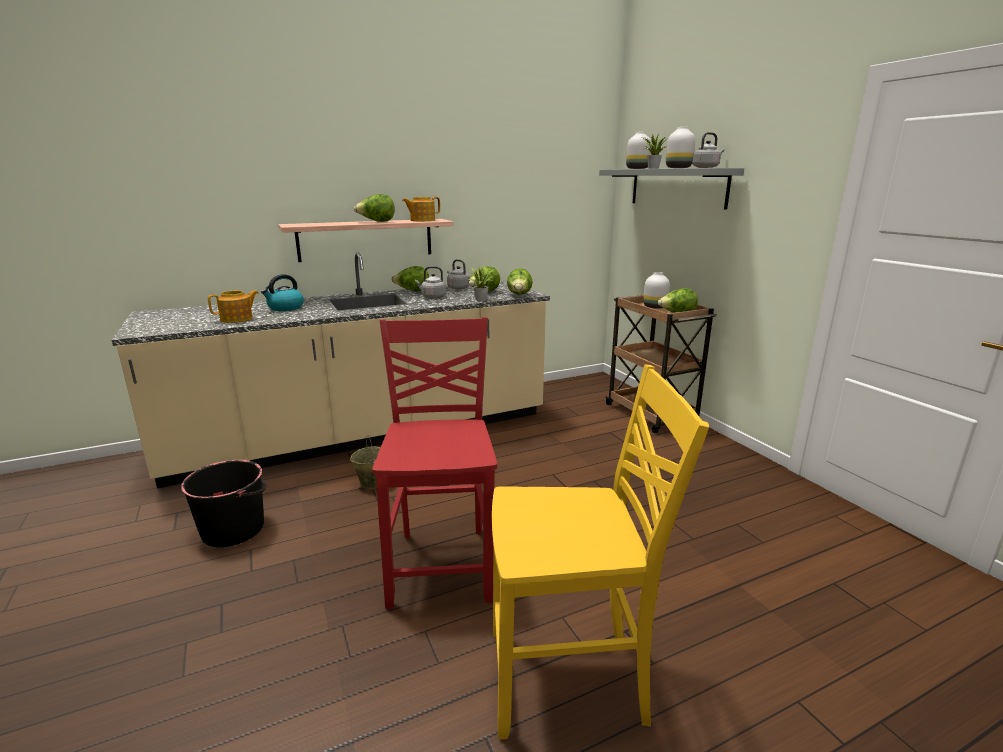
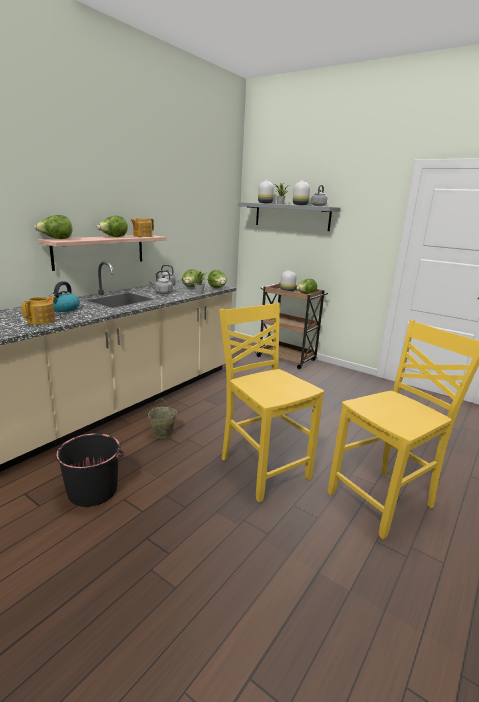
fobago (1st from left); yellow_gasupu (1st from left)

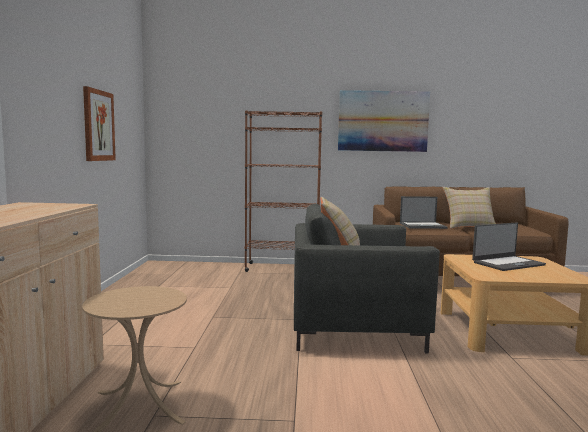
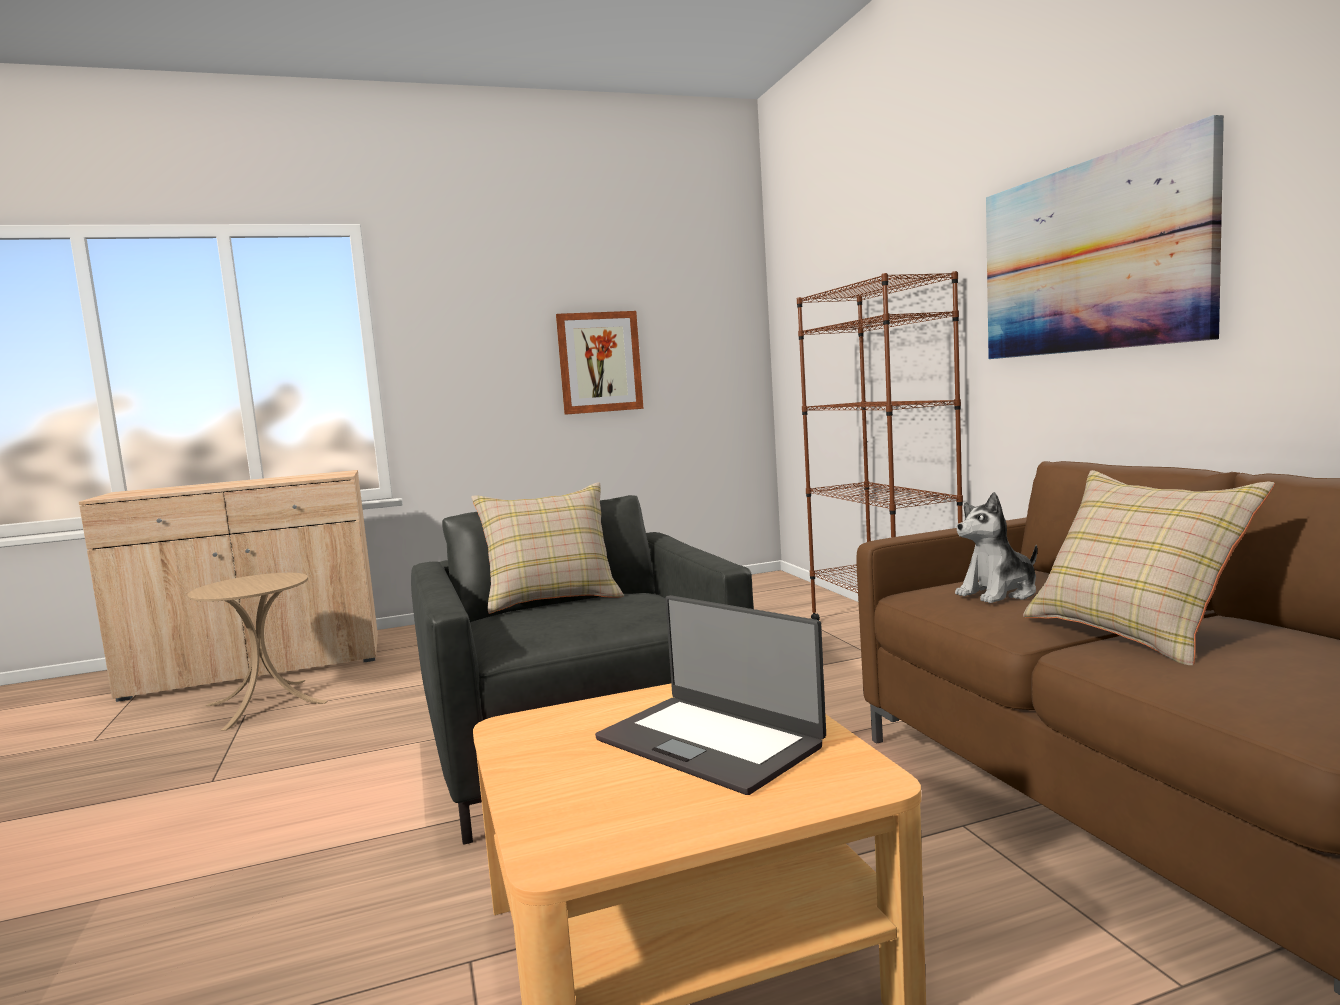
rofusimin

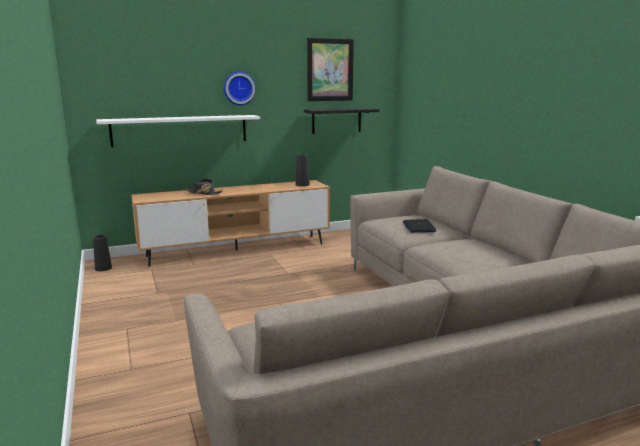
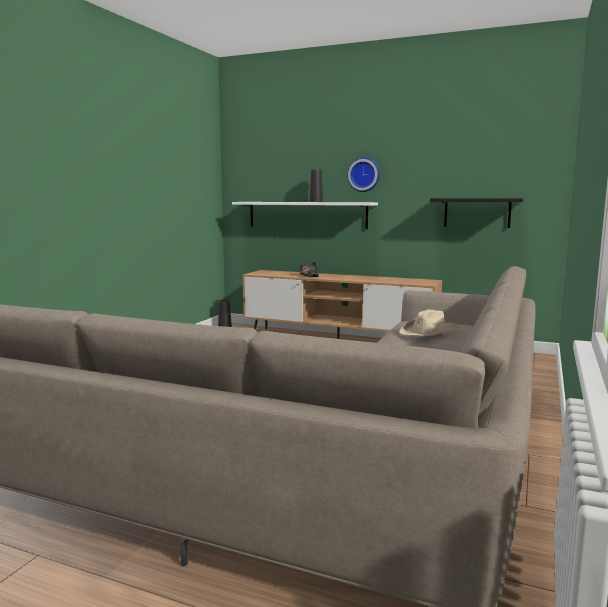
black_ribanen (2nd from left); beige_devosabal; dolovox

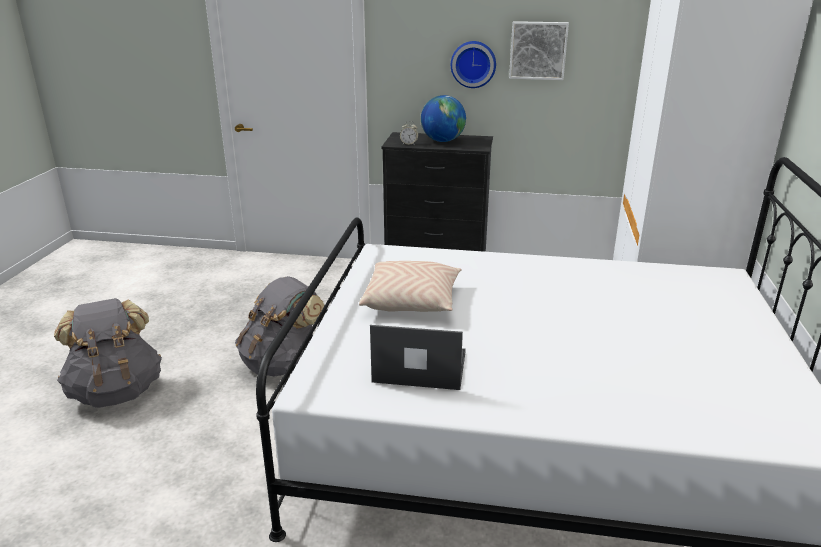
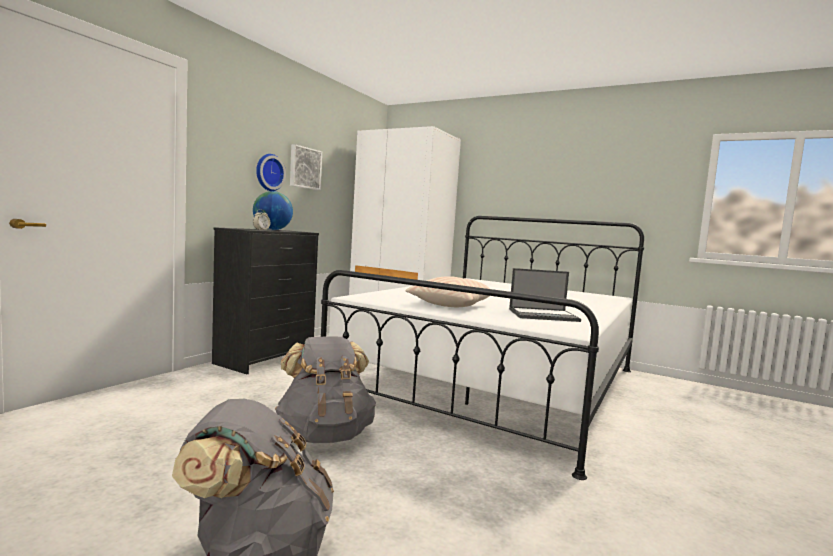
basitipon

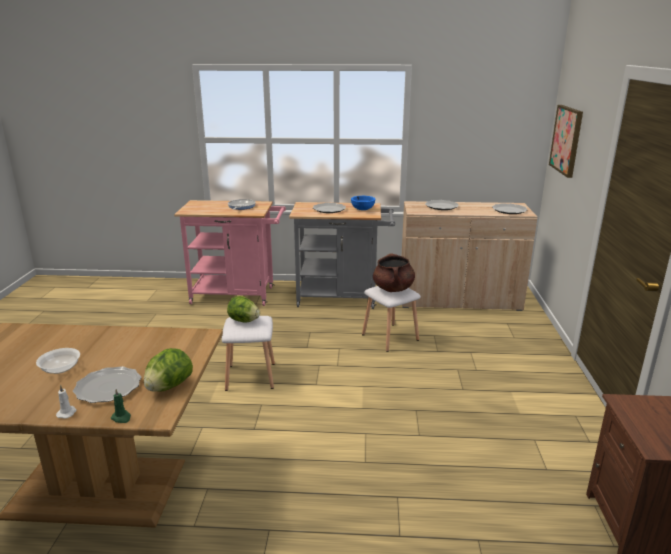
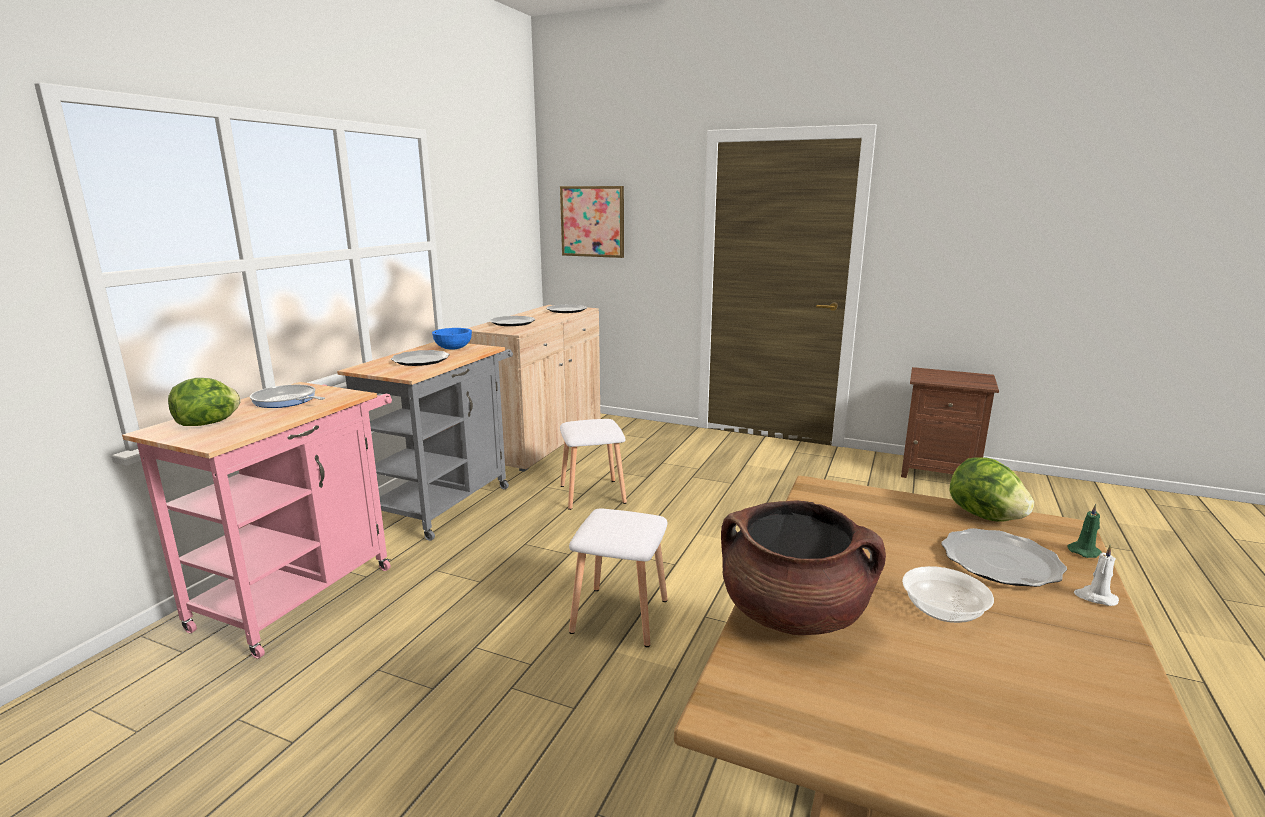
fobago (1st from left); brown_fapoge

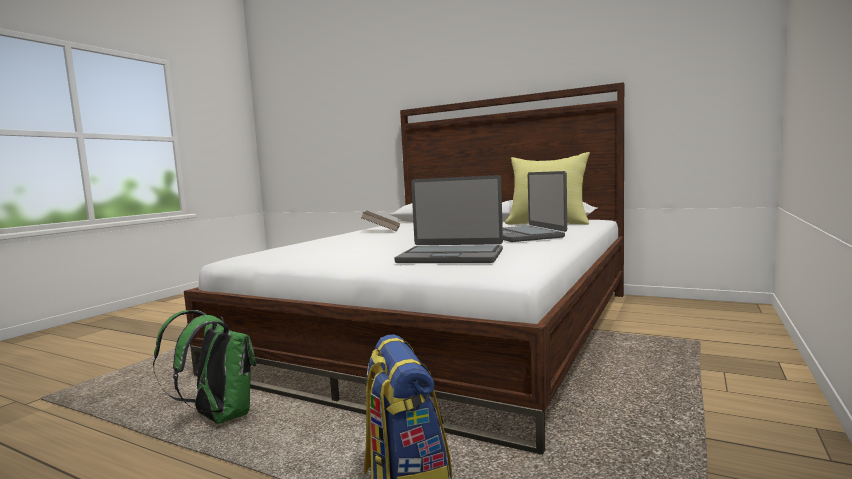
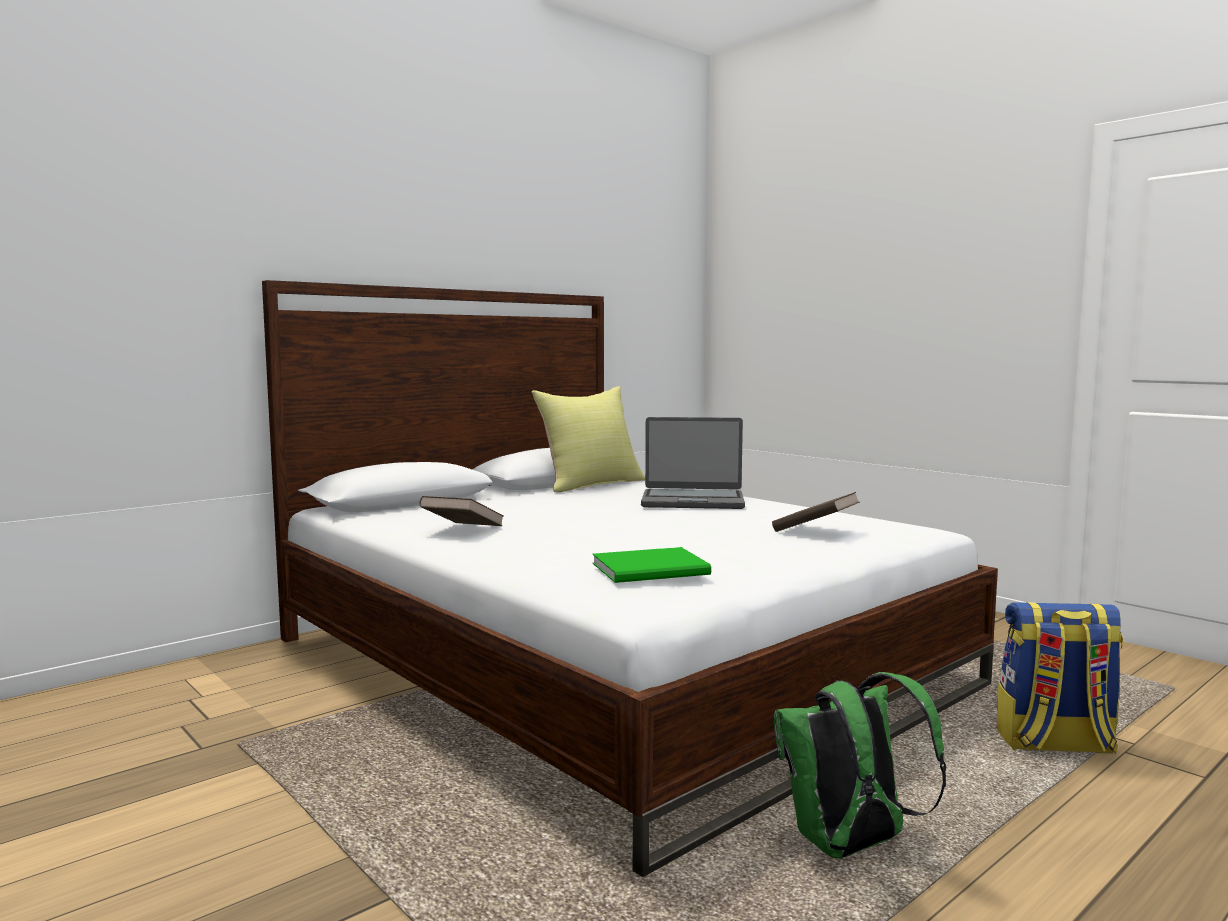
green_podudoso; brown_podudoso (2nd from left)

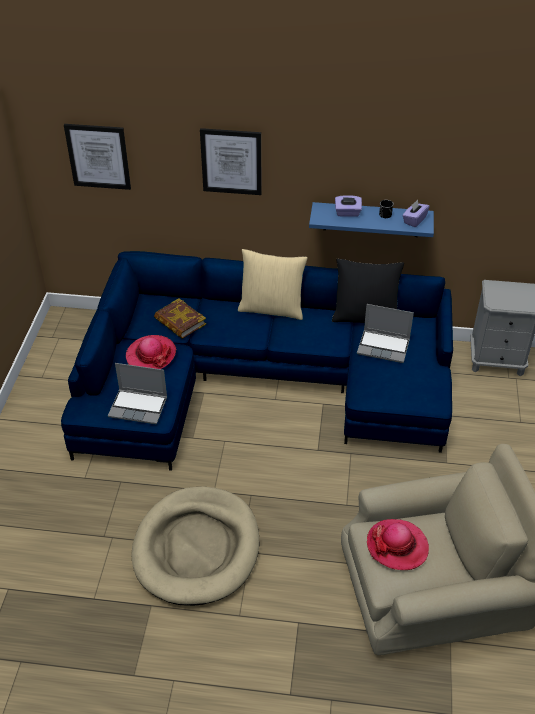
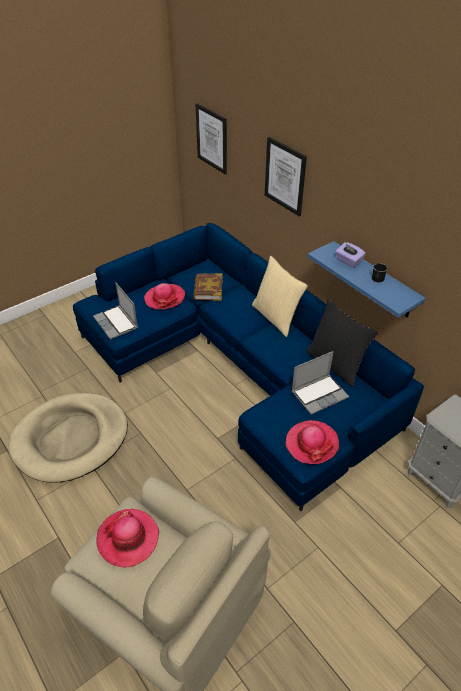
devosabal (3rd from left); basitipon (2nd from left); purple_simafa (2nd from left in the first image)

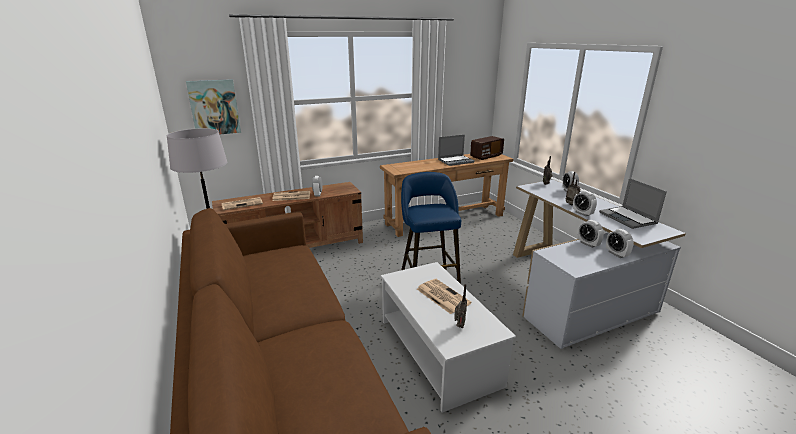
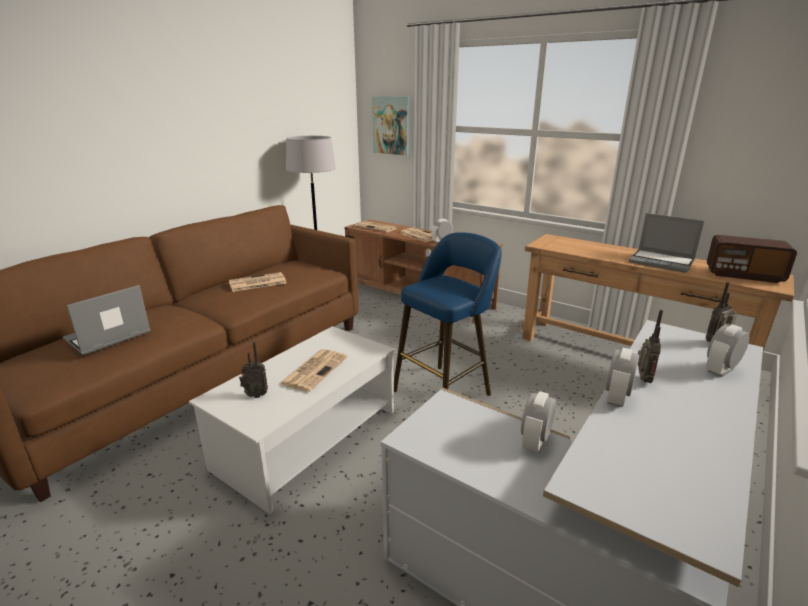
basitipon (1st from left); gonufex (1st from left); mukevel (5th from left in the first image)

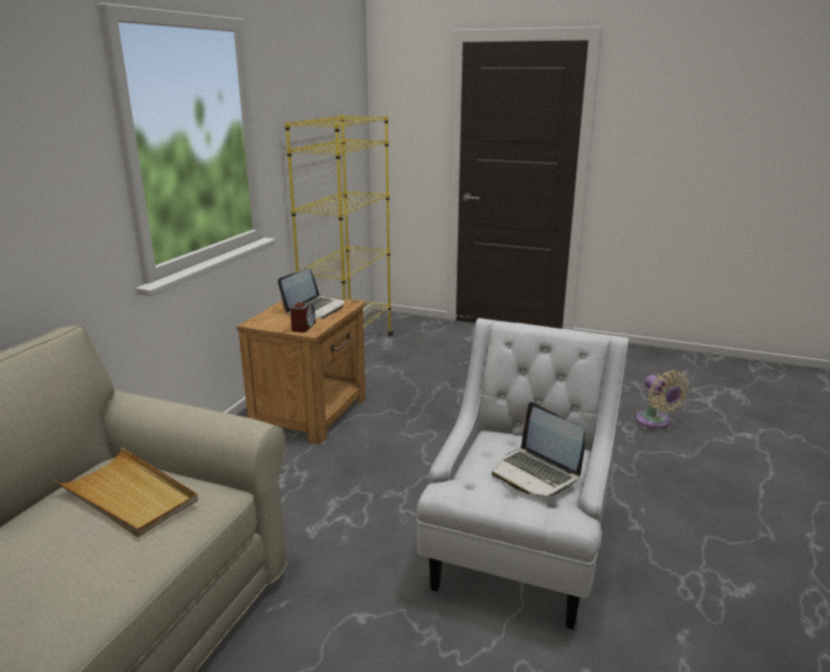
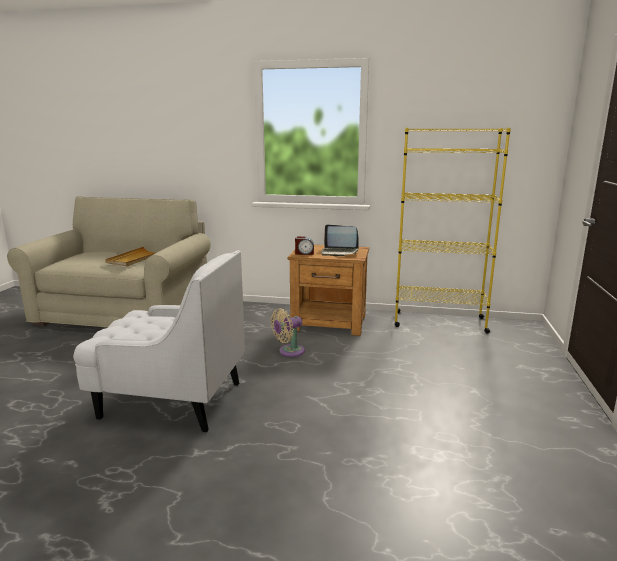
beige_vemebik; basitipon (2nd from left in the first image)

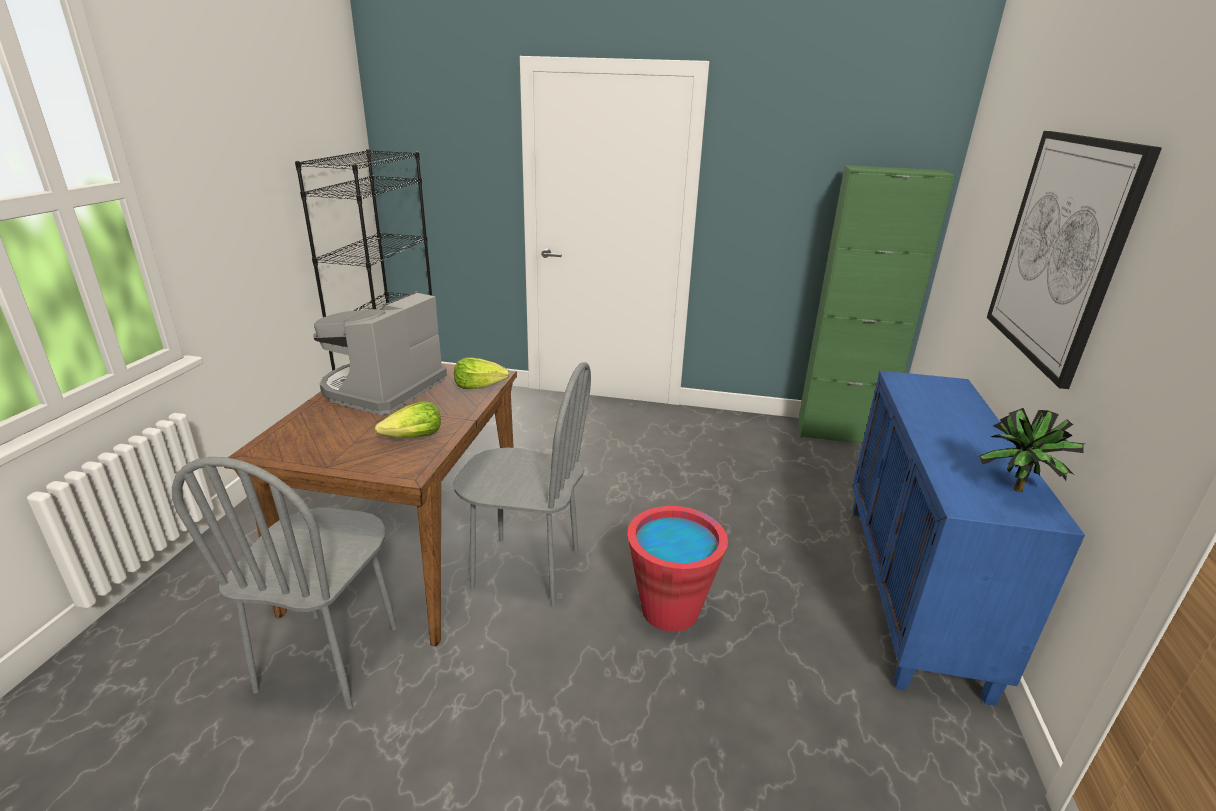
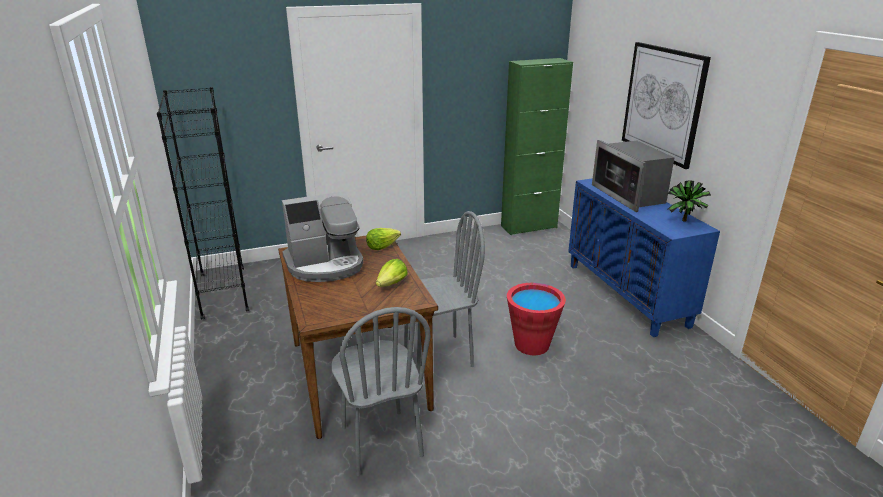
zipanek; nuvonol

